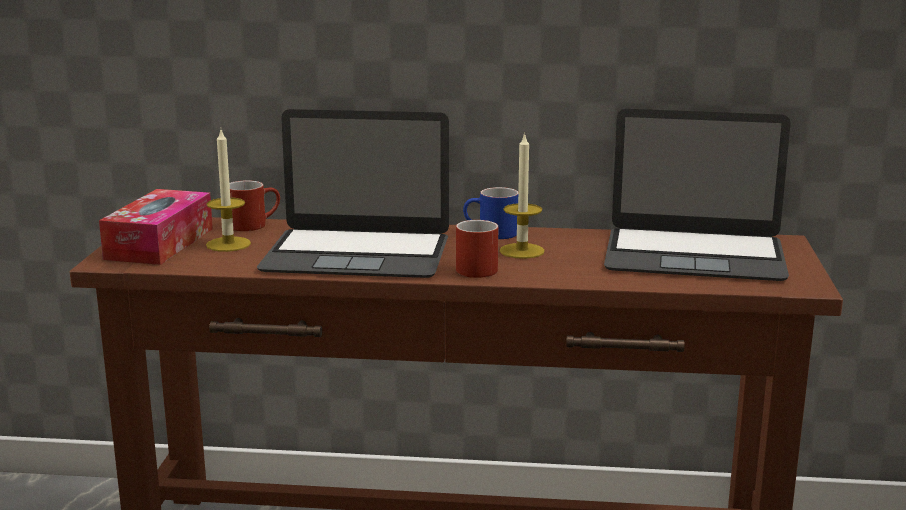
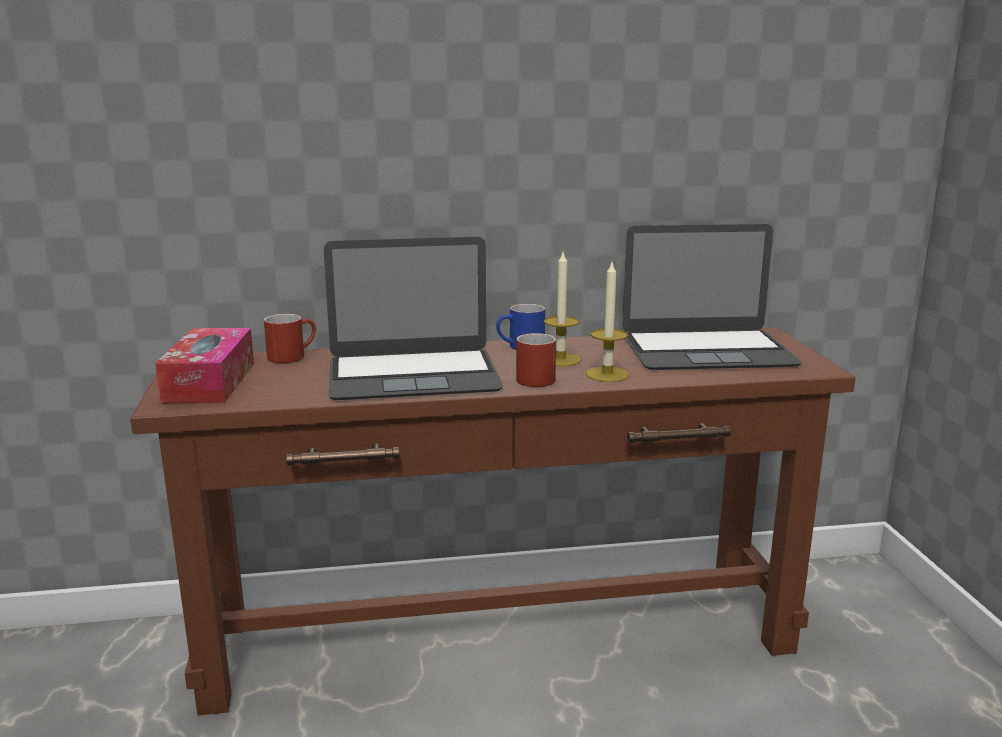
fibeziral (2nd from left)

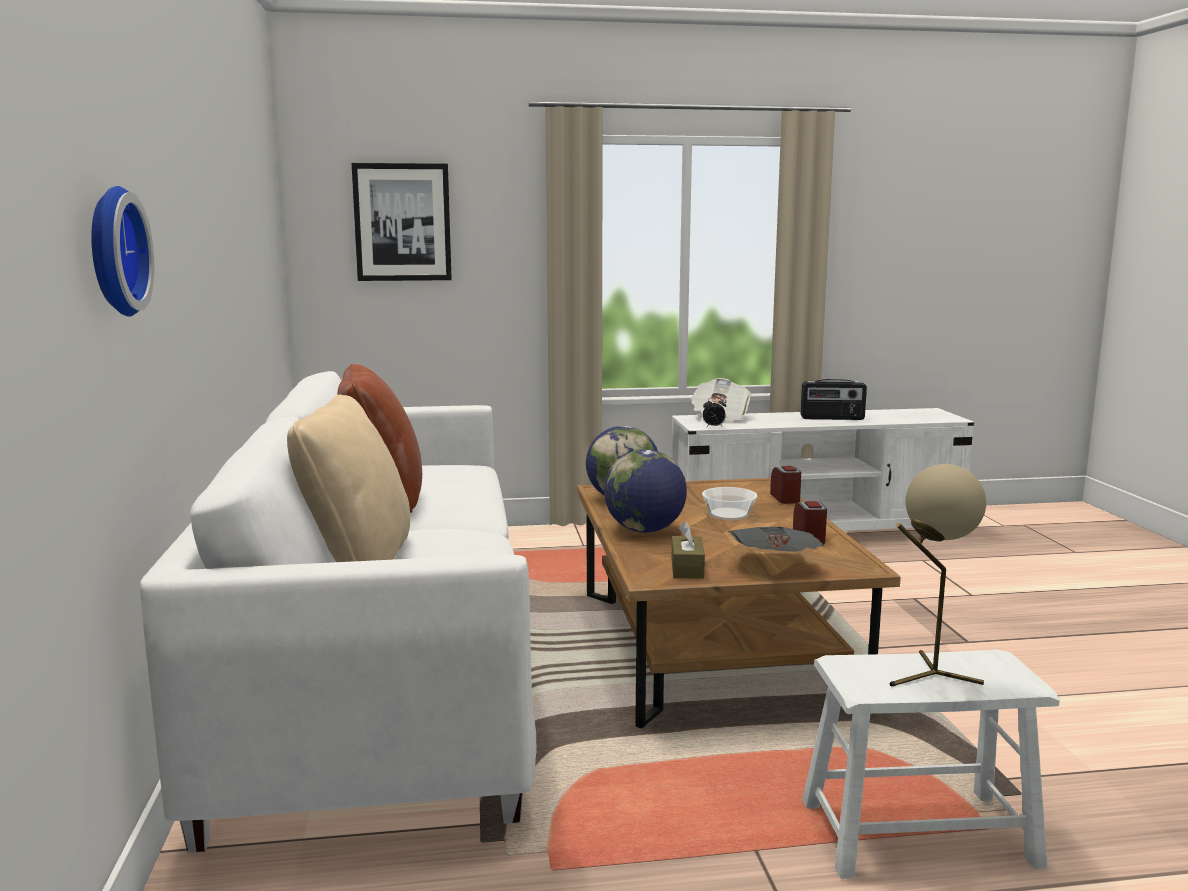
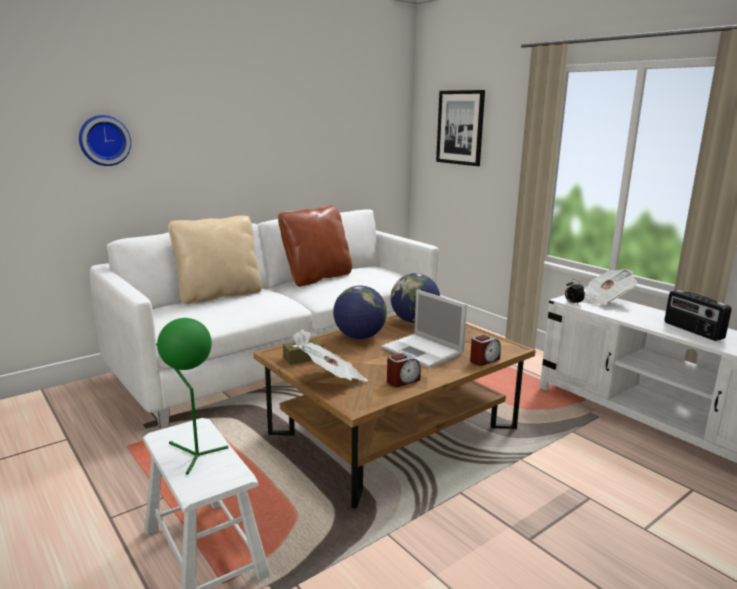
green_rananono; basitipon

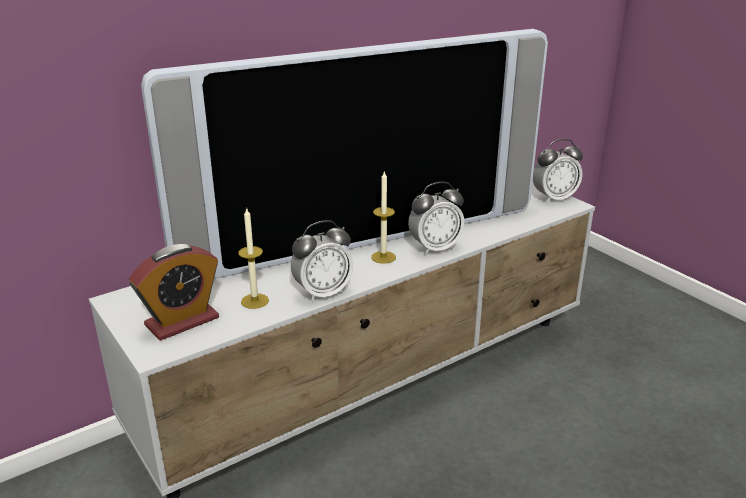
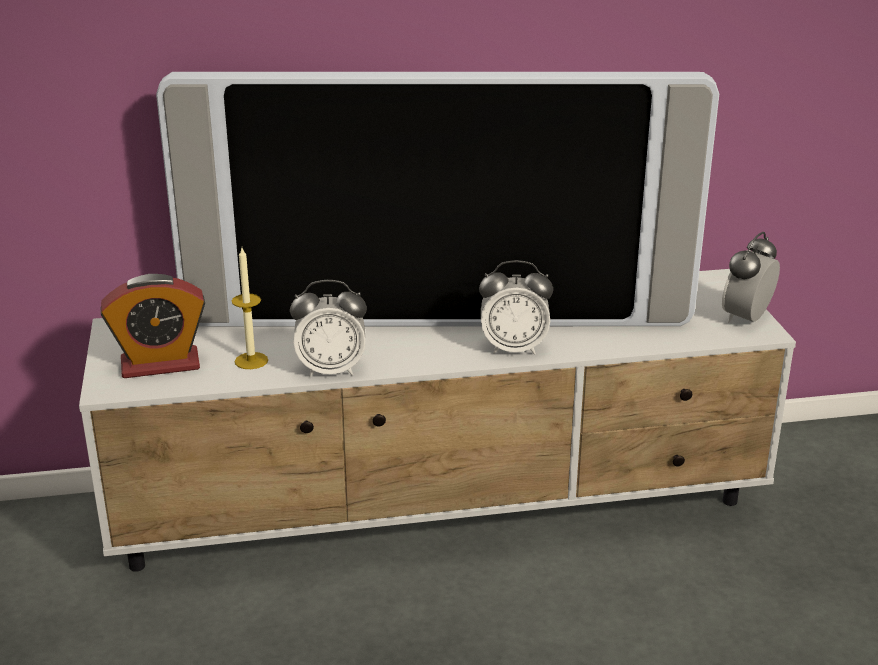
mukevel (4th from left); fibeziral (2nd from left in the first image)

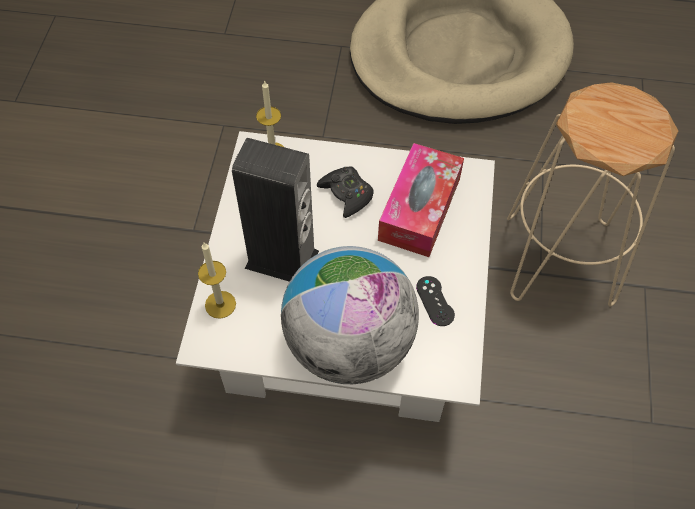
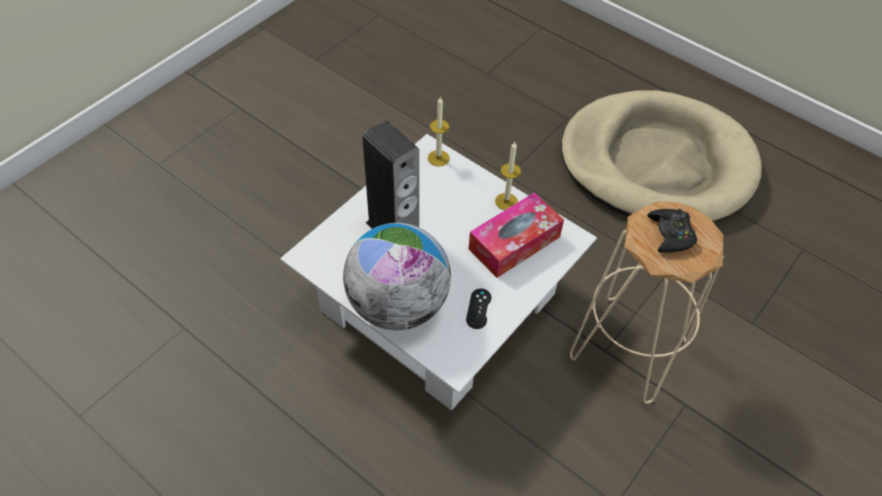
fibeziral (2nd from left); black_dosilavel (2nd from left)

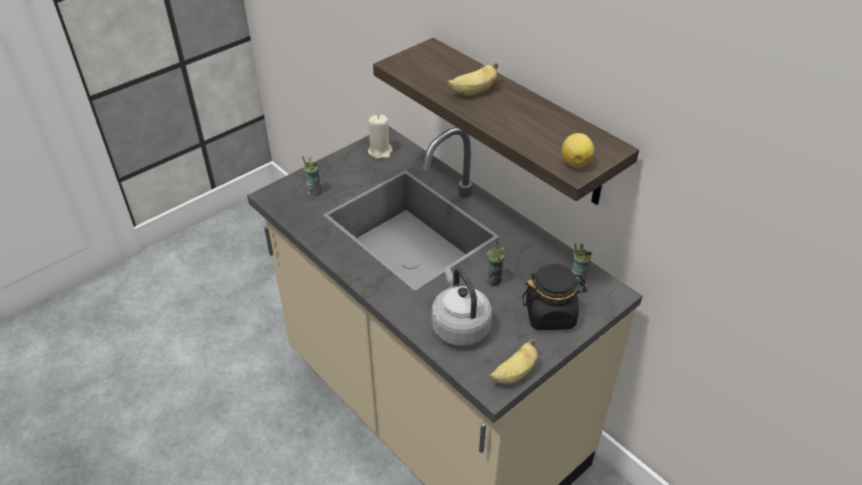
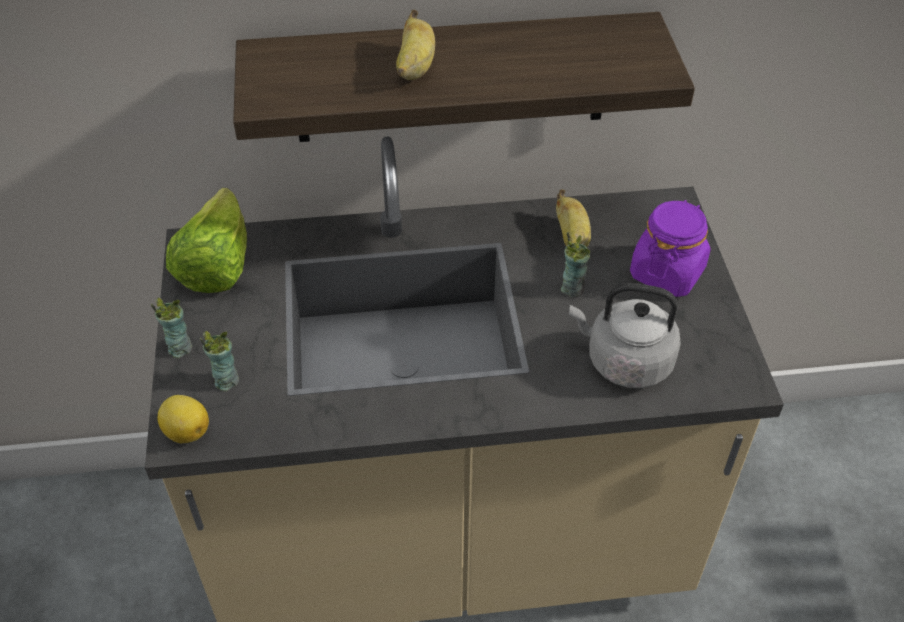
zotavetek (1st from left); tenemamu; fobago; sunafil (2nd from left); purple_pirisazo

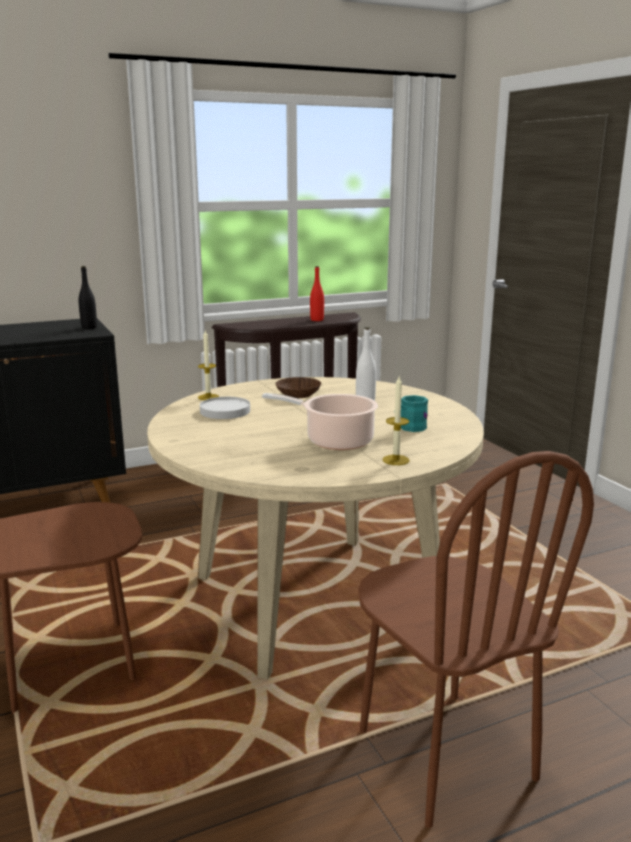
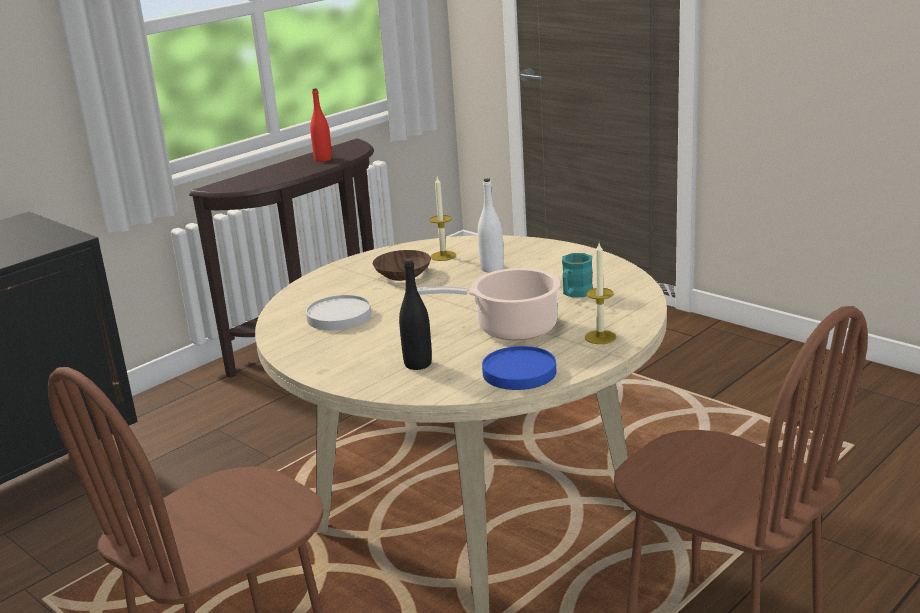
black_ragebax; fibeziral (1st from left); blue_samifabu

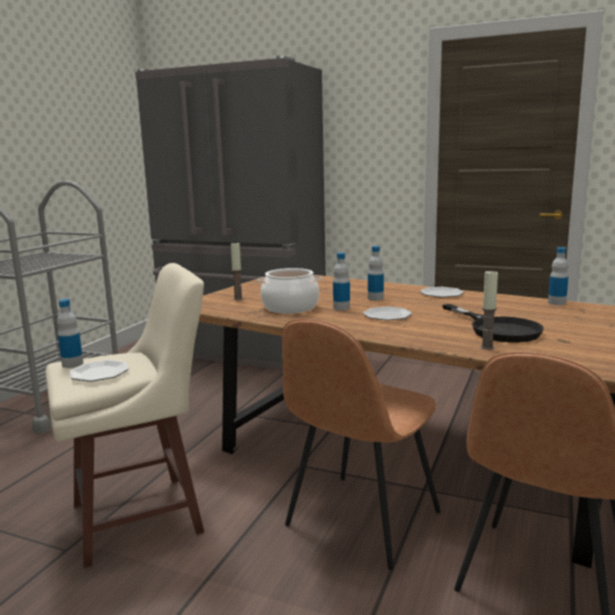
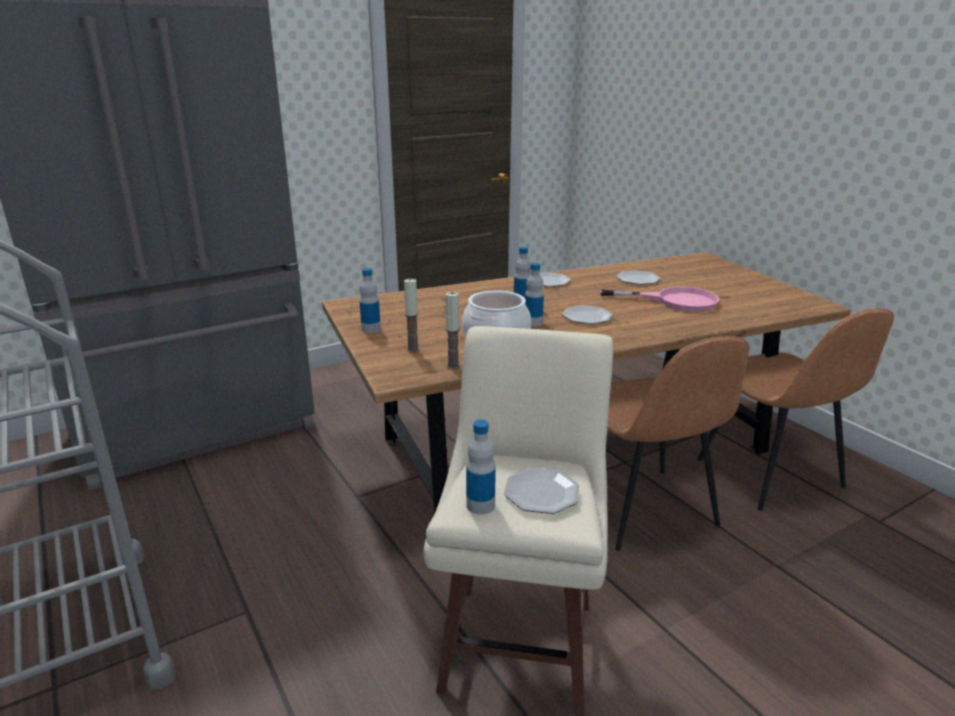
ragebax (1st from left); fibeziral (2nd from left); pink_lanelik; samifabu (4th from left)

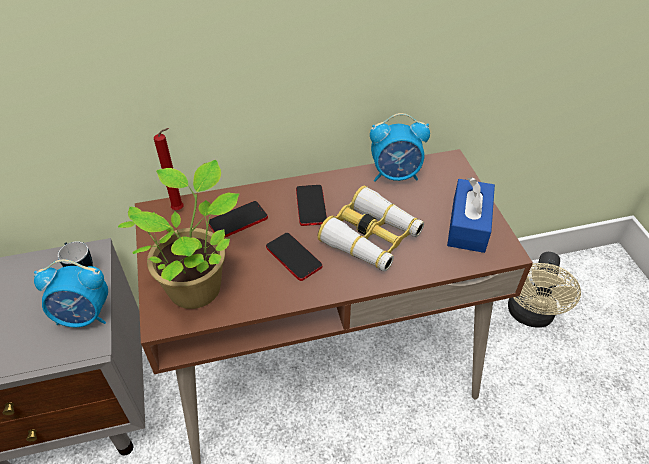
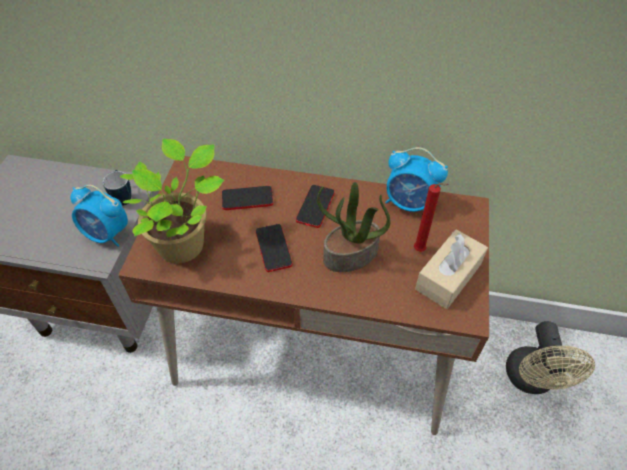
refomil (2nd from left); red_fibeziral; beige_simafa; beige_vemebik

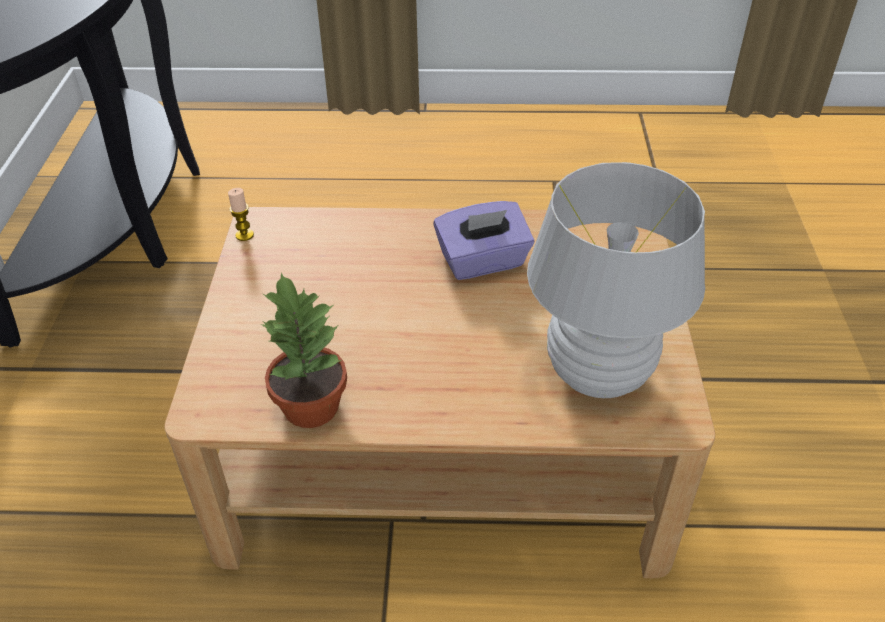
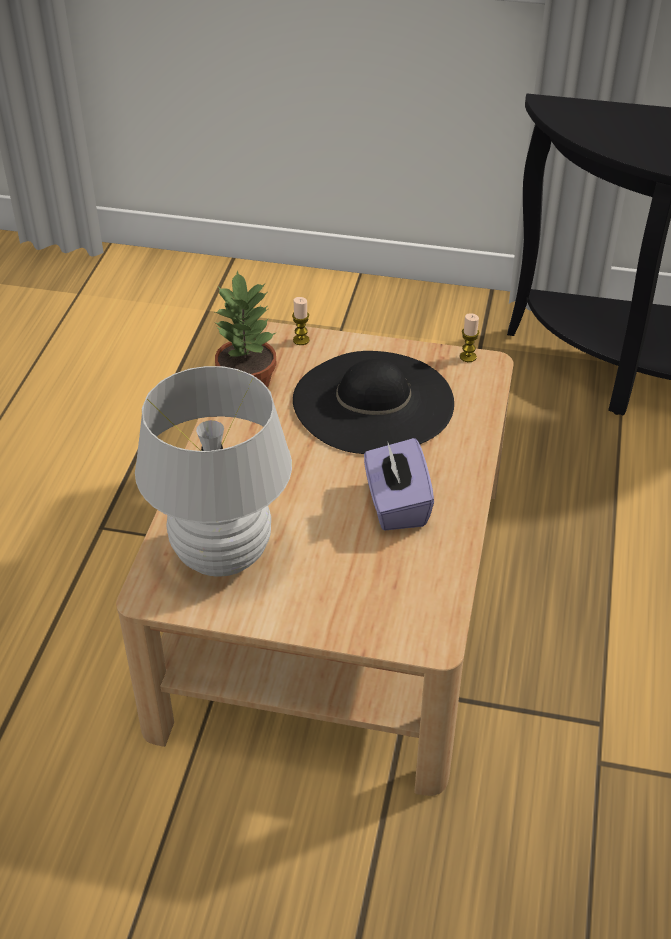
fibeziral (1st from left); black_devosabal

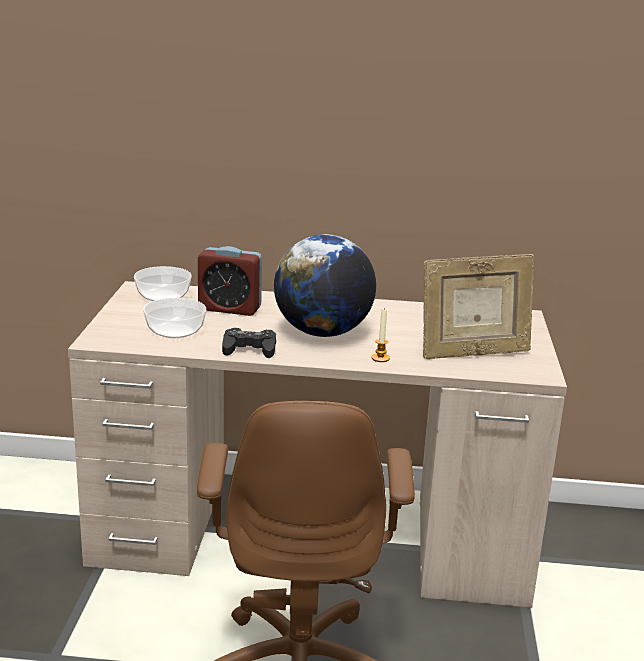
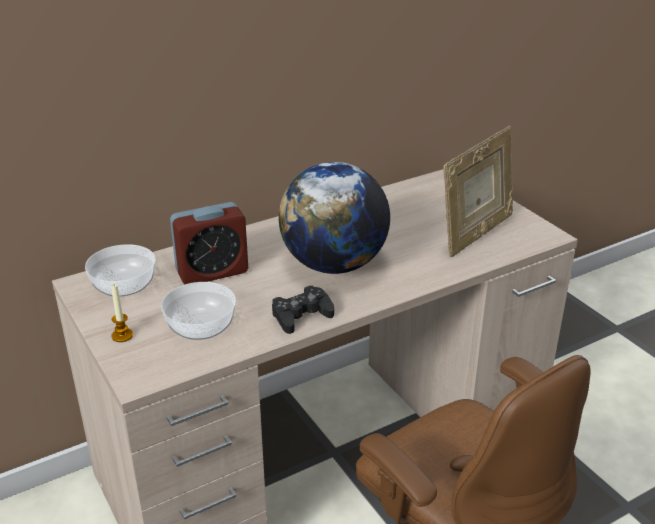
fibeziral

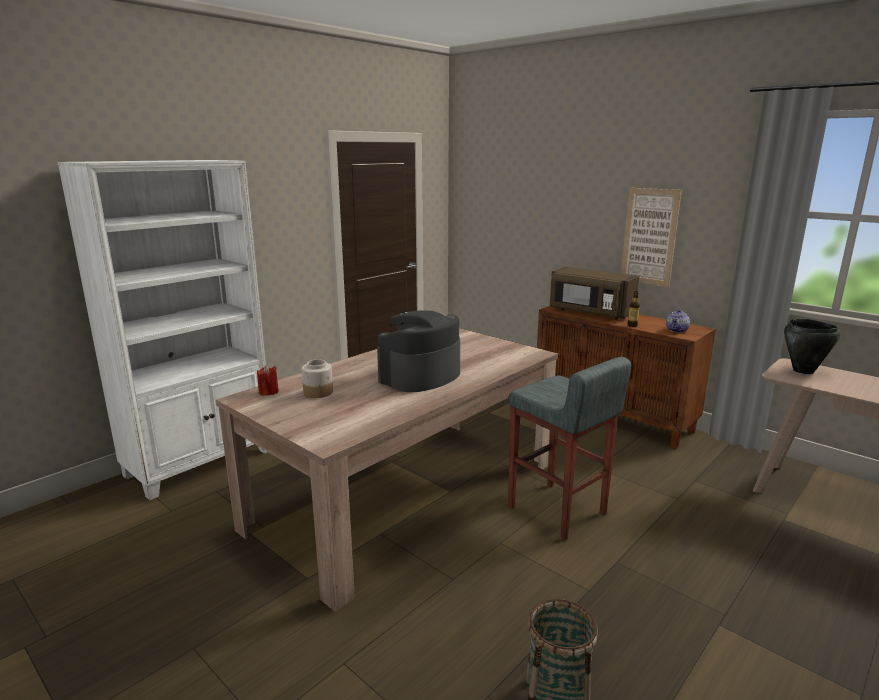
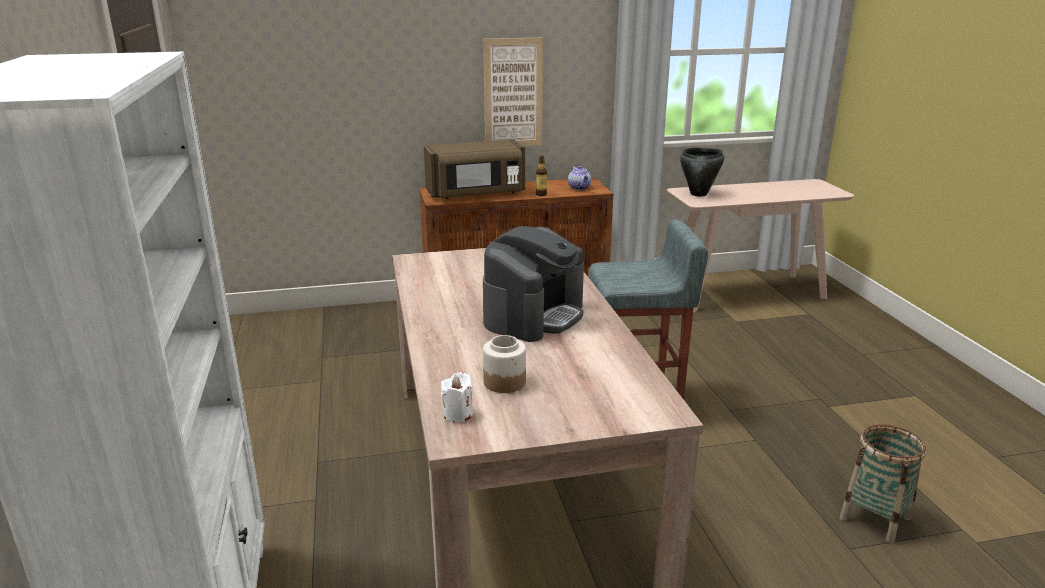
white_fibeziral; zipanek

